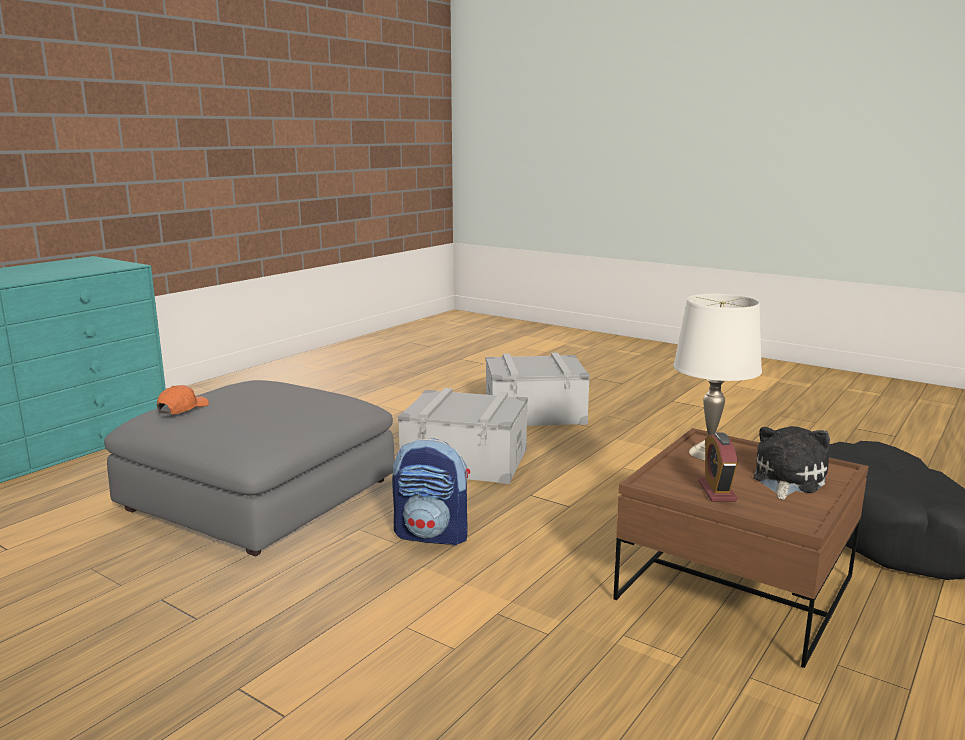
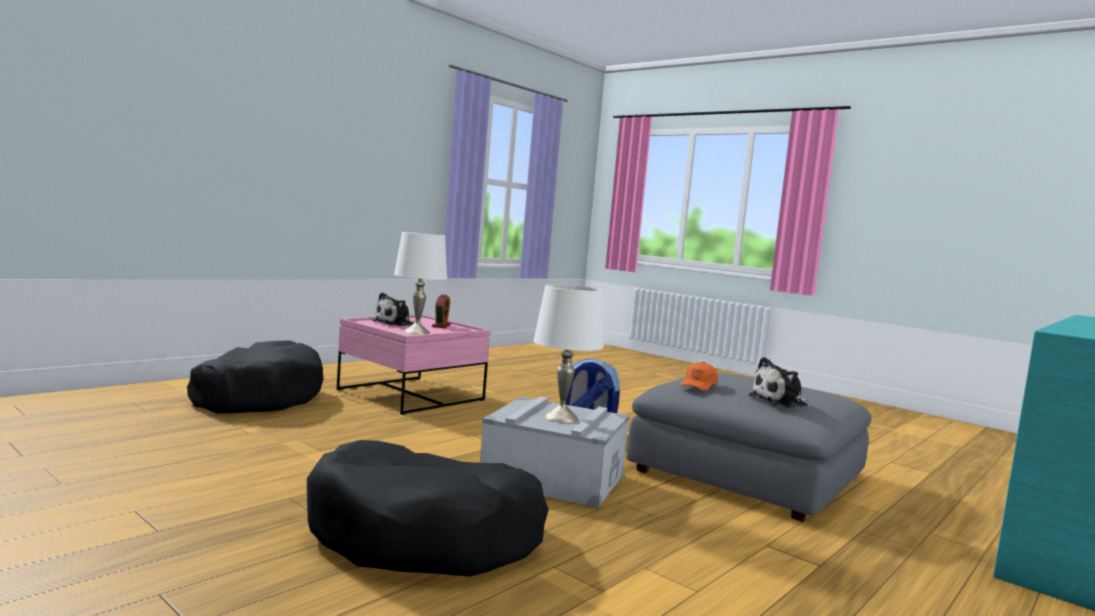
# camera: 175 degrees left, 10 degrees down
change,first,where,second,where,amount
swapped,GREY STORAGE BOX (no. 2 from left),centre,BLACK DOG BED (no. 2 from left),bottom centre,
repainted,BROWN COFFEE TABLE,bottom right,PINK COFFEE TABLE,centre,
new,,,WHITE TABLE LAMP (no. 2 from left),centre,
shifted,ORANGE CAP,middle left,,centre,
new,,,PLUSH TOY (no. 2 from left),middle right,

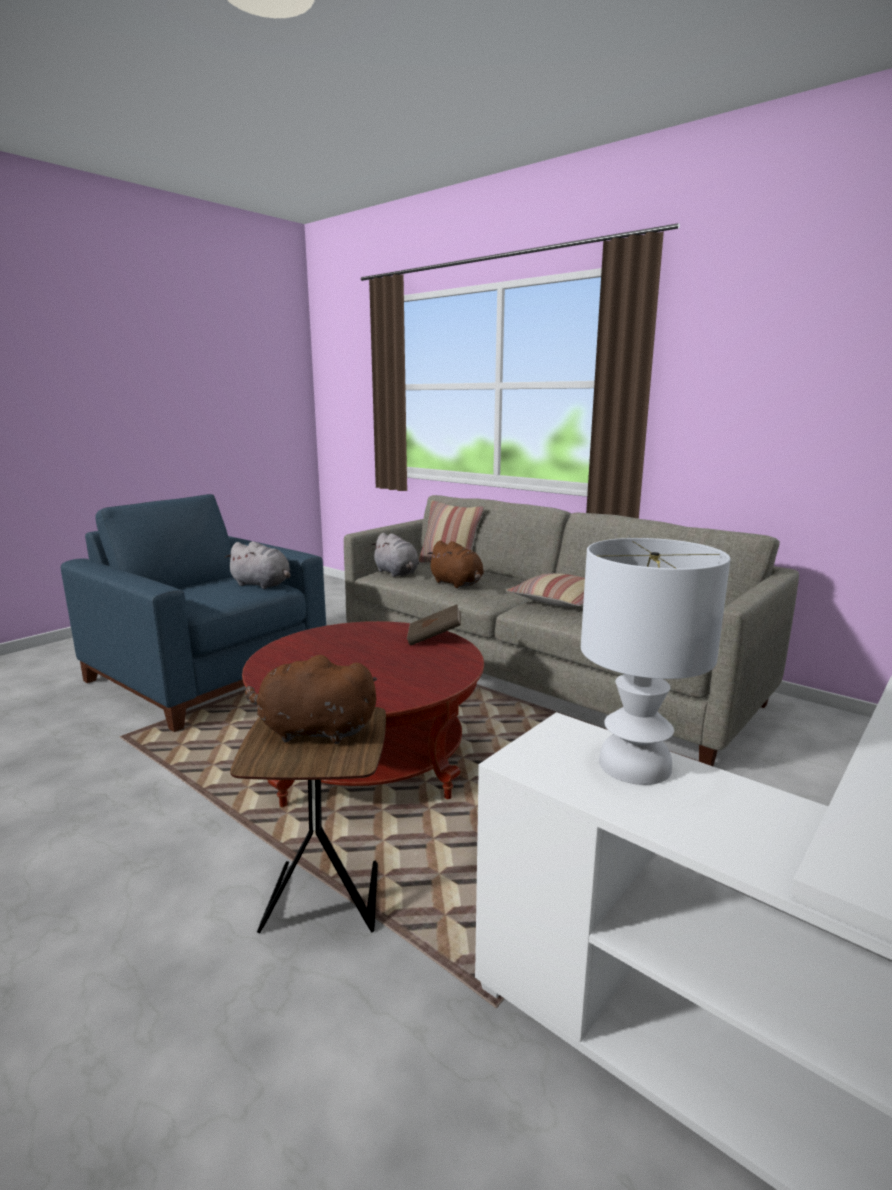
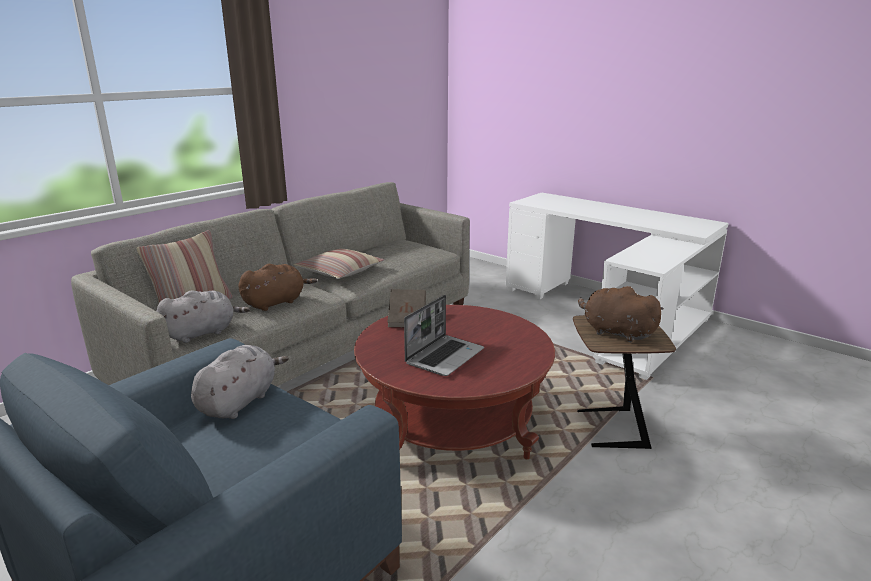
# camera: 90 degrees left, 5 degrees up
change,first,where,second,where,amount
new,,,LAPTOP,centre,
rotated,BROWN PLUSH TOY (no. 1 from left in the first image),centre,BROWN PLUSH TOY (no. 2 from left),middle right,120 degrees clockwise
gone,WHITE TABLE LAMP,middle right,,,

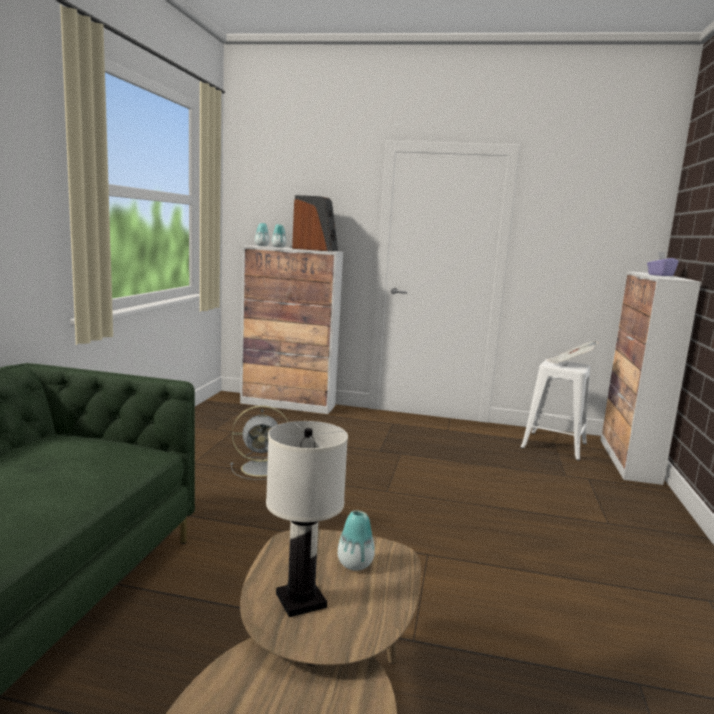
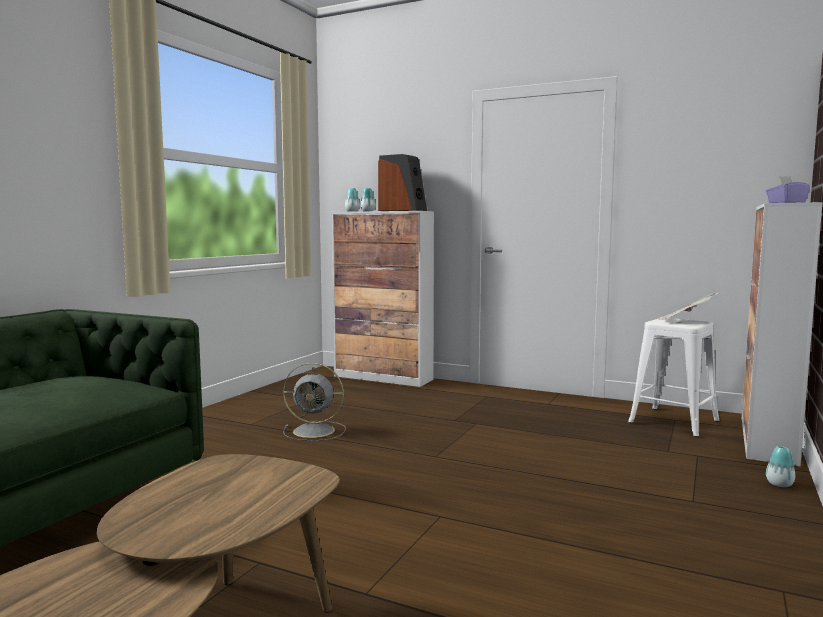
# camera: 15 degrees right, 5 degrees down
change,first,where,second,where,amount
shifted,VASE (no. 3 from left),bottom centre,,bottom right,
gone,WHITE TABLE LAMP,bottom centre,,,

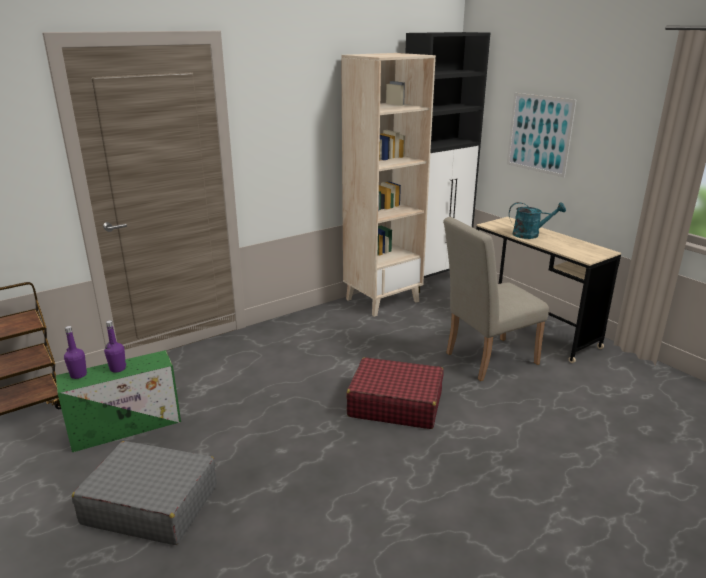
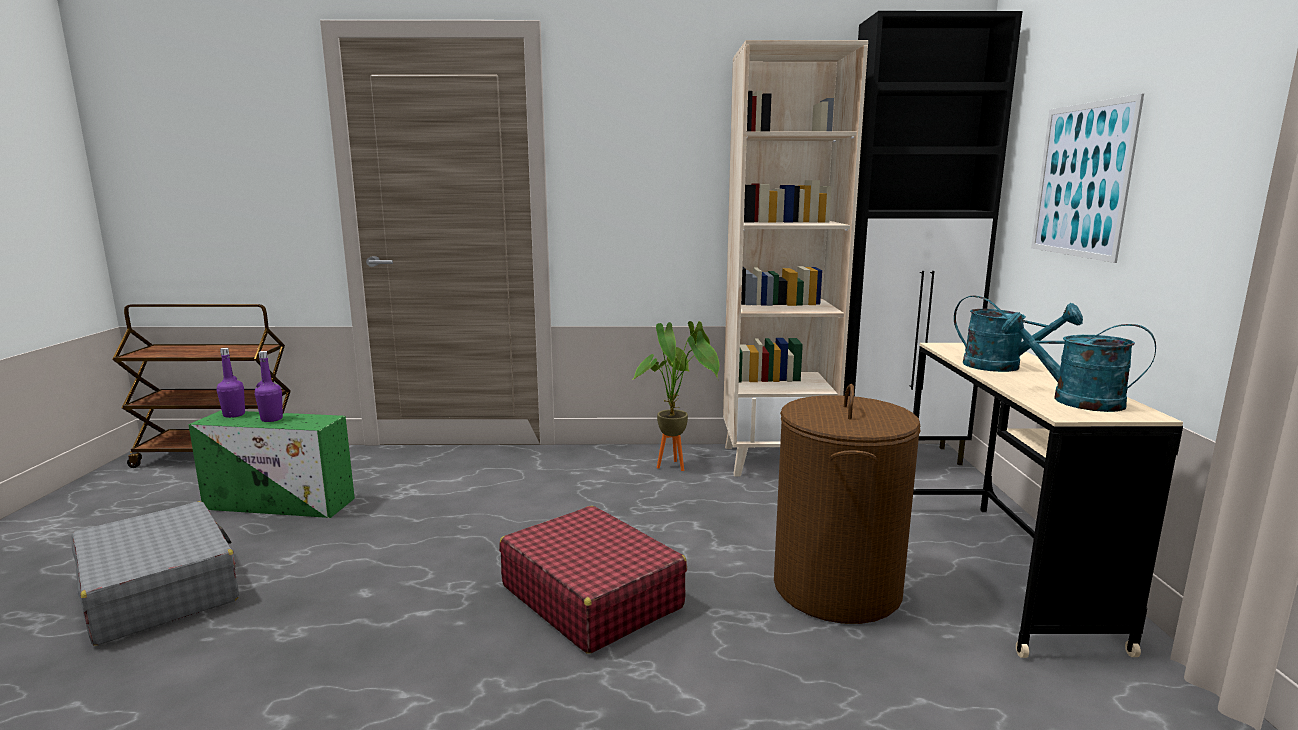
# camera: 35 degrees right, 10 degrees down
change,first,where,second,where,amount
new,,,POTTED PLANT,centre,
swapped,BEIGE CHAIR,middle right,BROWN LAUNDRY BASKET,bottom centre,
new,,,TURQUOISE WATERING CAN (no. 2 from left),middle right,

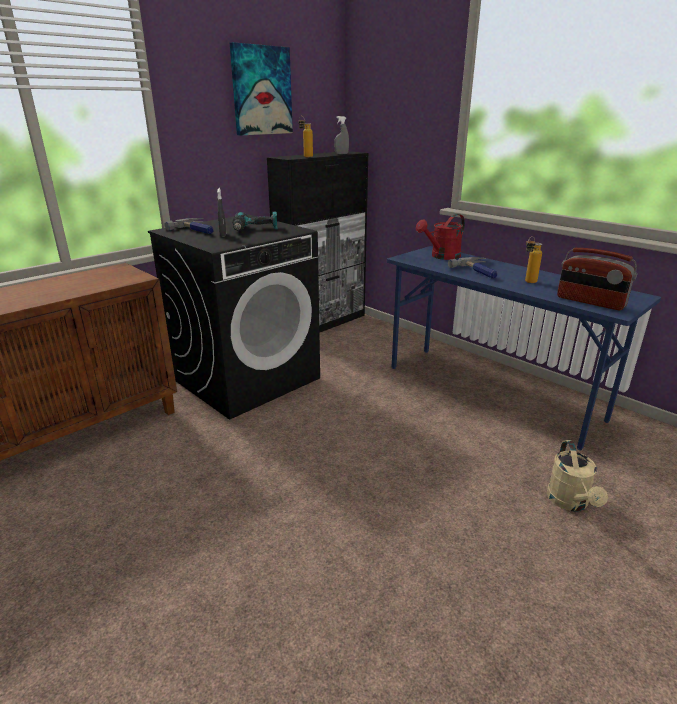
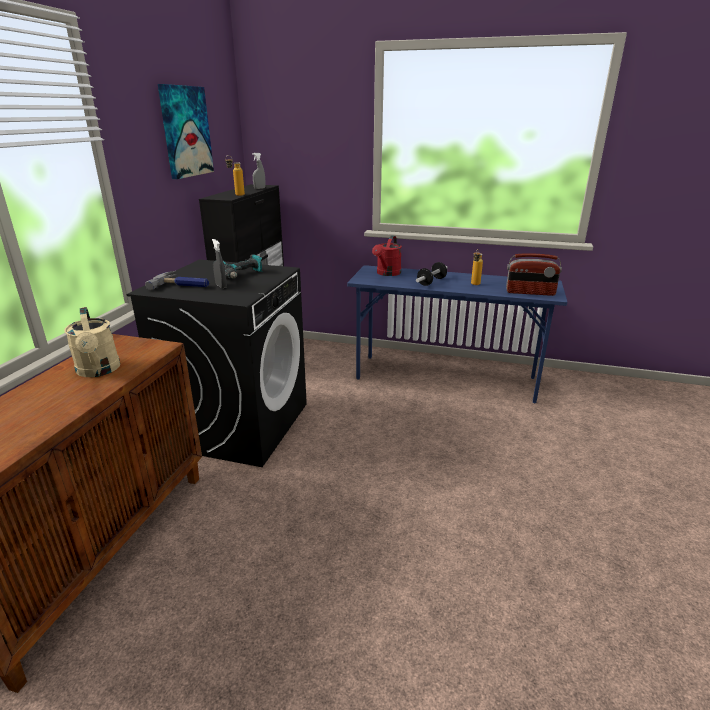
# camera: 30 degrees left, 0 degrees up
change,first,where,second,where,amount
shifted,BEIGE WATERING CAN,bottom right,,middle left,
swapped,HAMMER (no. 2 from left),middle right,DUMBBELL,centre,

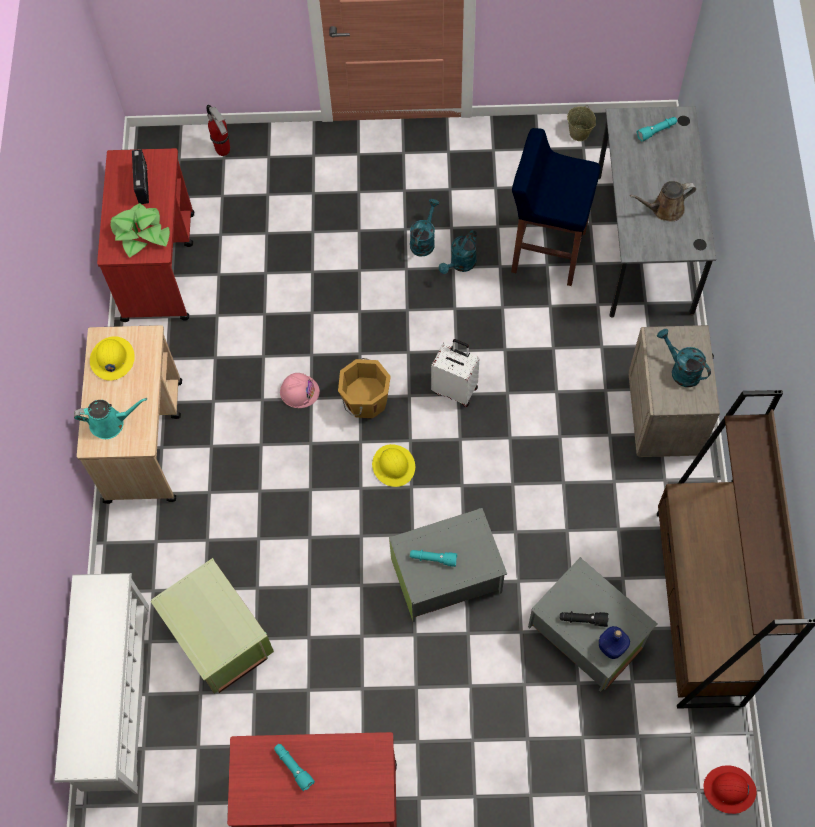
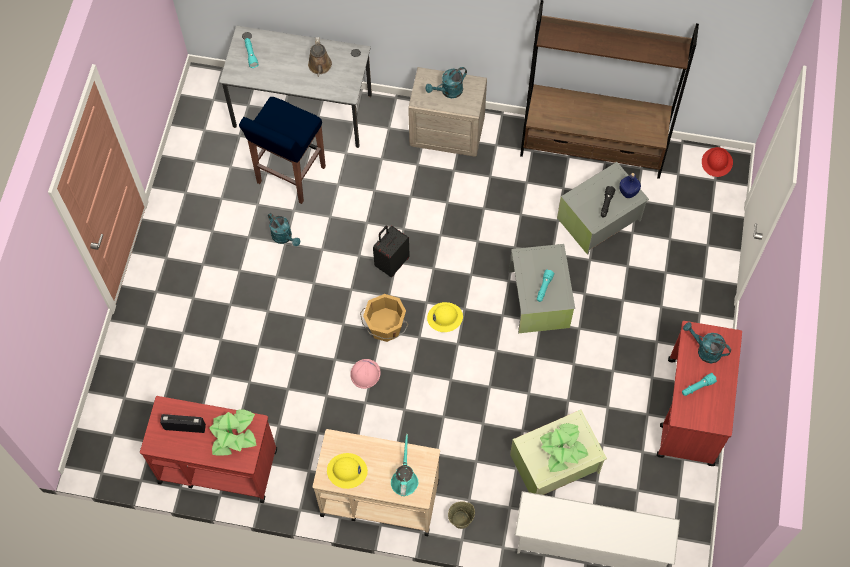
# camera: 80 degrees left, 0 degrees up
change,first,where,second,where,amount
repainted,WHITE SUITCASE,centre,BLACK SUITCASE,centre,
shifted,BEIGE BUCKET,top right,,bottom centre,
new,,,POTTED PLANT (no. 2 from left),bottom centre,
shifted,TURQUOISE WATERING CAN (no. 2 from left in the first image),top centre,TURQUOISE WATERING CAN (no. 4 from left),middle right,
gone,FIRE EXTINGUISHER,top left,,,

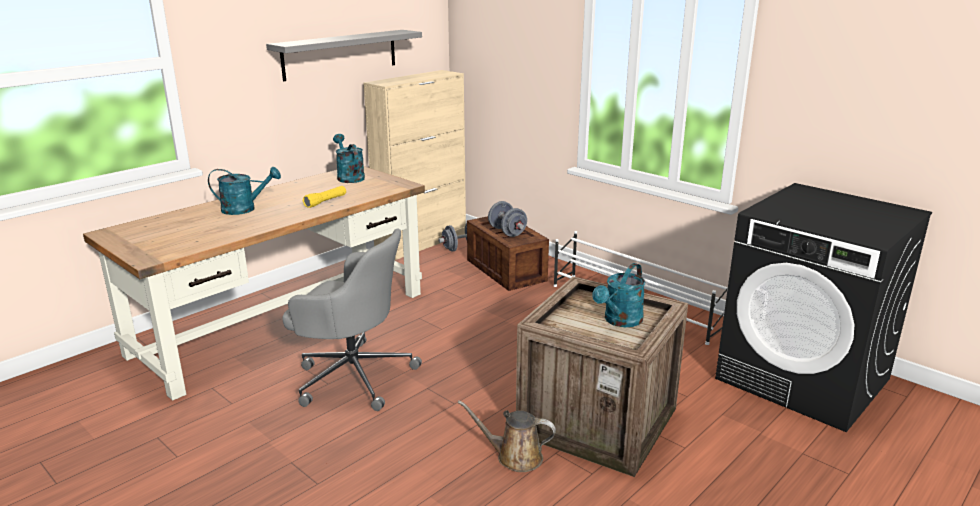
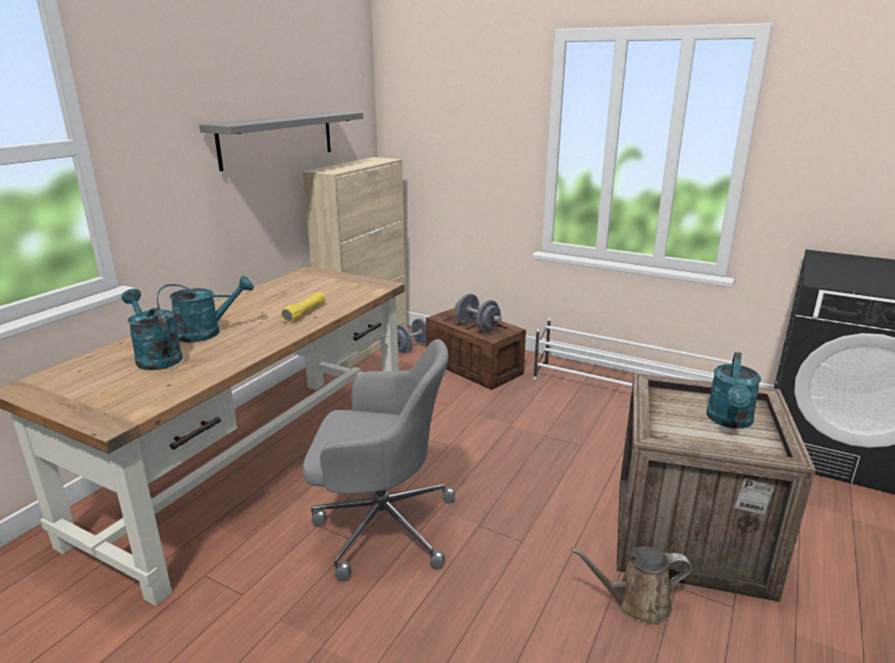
# camera: 15 degrees left, 0 degrees up
change,first,where,second,where,amount
shifted,TURQUOISE WATERING CAN (no. 2 from left in the first image),top centre,TURQUOISE WATERING CAN (no. 1 from left),middle left,

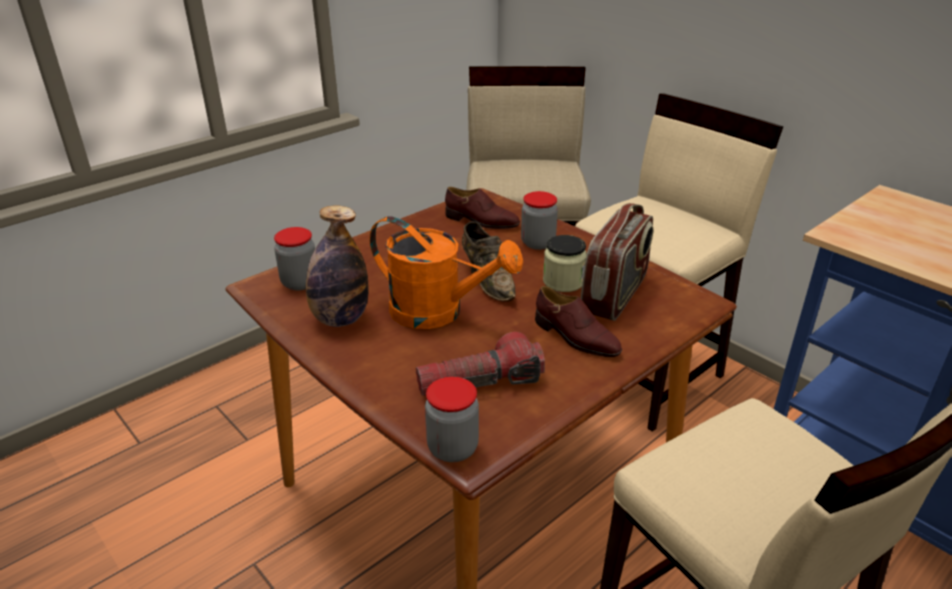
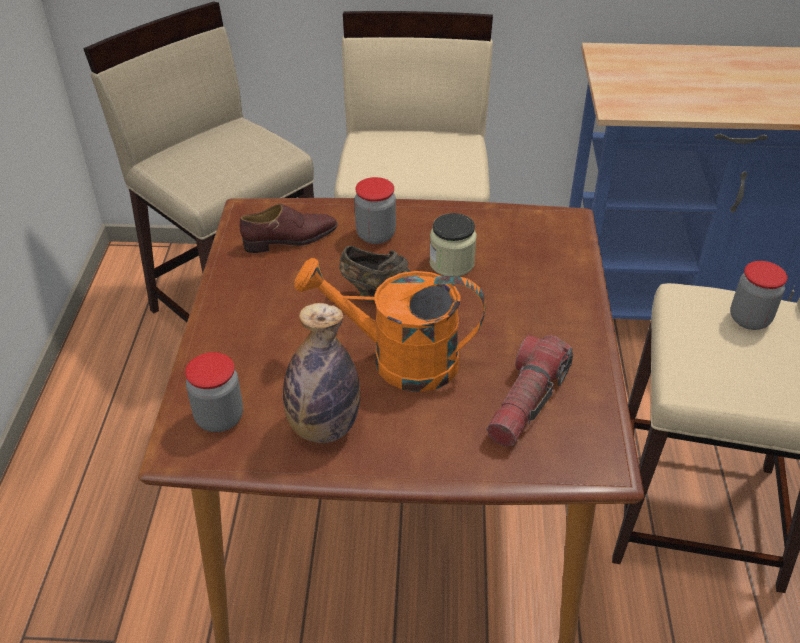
# camera: 45 degrees left, 10 degrees up
change,first,where,second,where,amount
rotated,ORANGE WATERING CAN,centre,,centre,150 degrees counterclockwise
shifted,JAR (no. 2 from left in the first image),bottom centre,JAR (no. 4 from left),middle right,
gone,BROWN SHOE (no. 3 from left),centre,,,
gone,RADIO,centre,,,

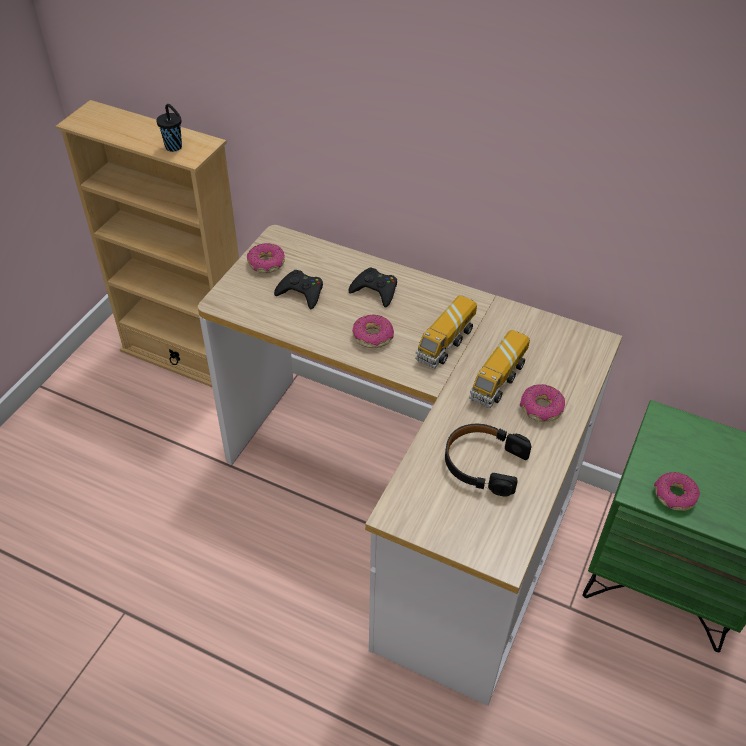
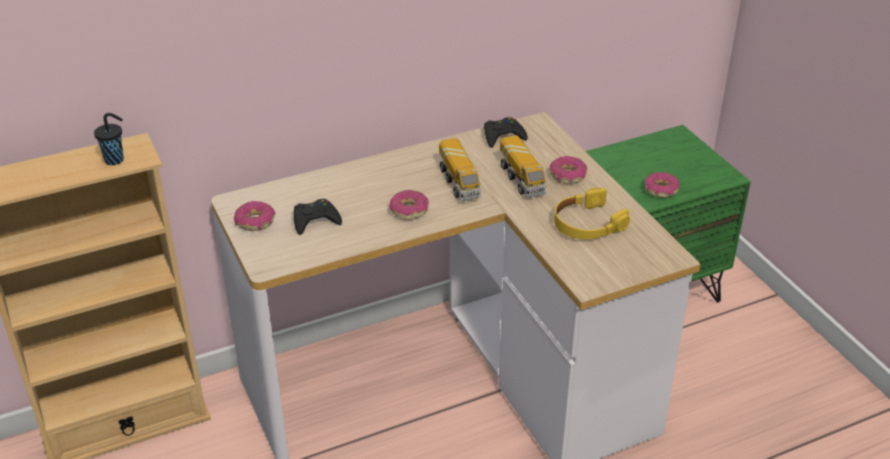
# camera: 50 degrees left, 10 degrees down
change,first,where,second,where,amount
shifted,BLACK GAME CONTROLLER (no. 2 from left),centre,,top centre,
repainted,BLACK HEADPHONES,centre,YELLOW HEADPHONES,centre,

